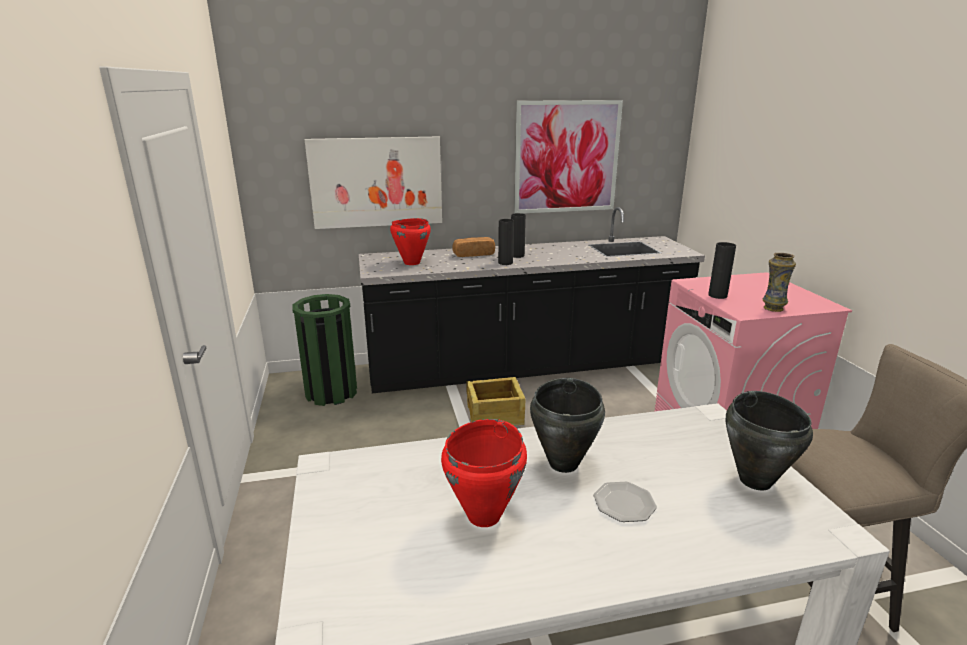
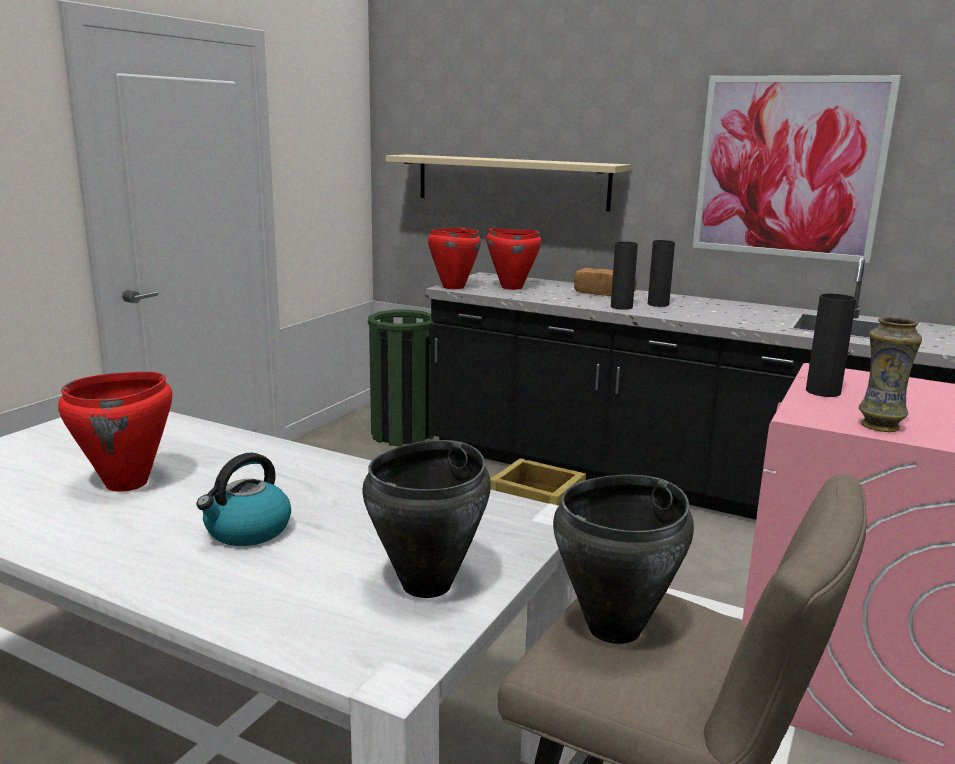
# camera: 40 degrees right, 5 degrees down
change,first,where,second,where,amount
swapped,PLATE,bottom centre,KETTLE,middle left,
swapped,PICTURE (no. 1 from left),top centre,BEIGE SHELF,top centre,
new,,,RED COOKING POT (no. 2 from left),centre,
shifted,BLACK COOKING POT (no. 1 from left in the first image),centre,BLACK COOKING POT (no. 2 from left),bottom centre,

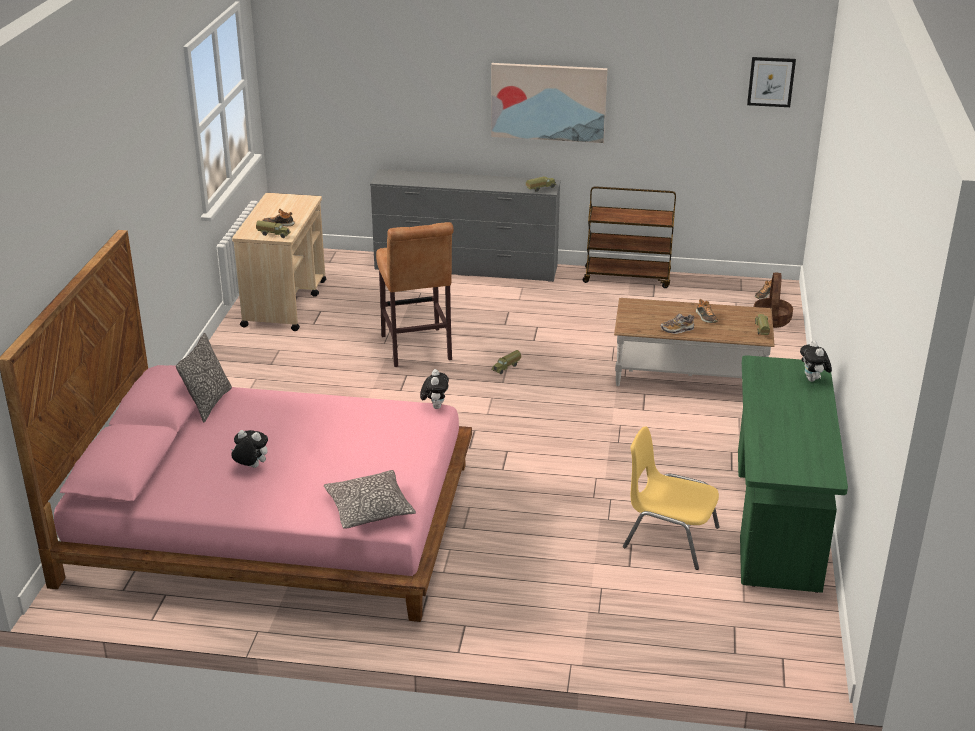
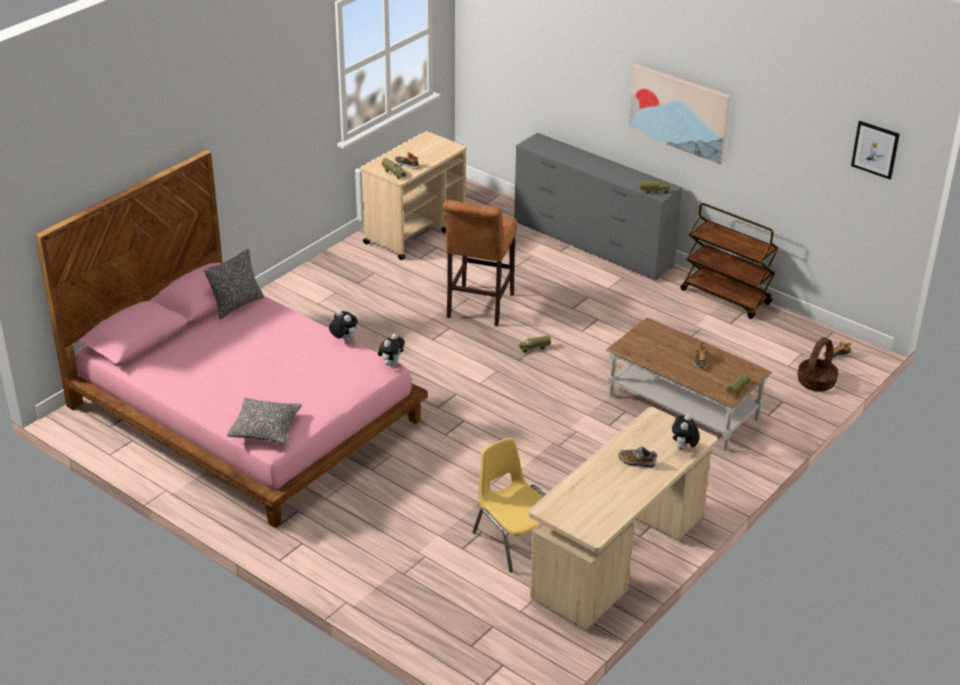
# camera: 30 degrees right, 5 degrees up
change,first,where,second,where,amount
shifted,PLUSH TOY (no. 1 from left),middle left,,centre,
repainted,GREEN DESK,middle right,BEIGE DESK,bottom centre,
shifted,SHOE (no. 2 from left),middle right,,bottom centre,

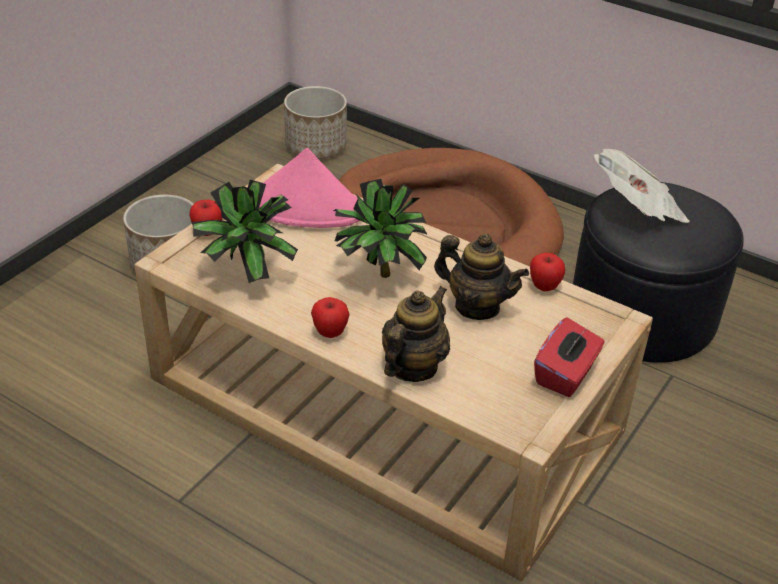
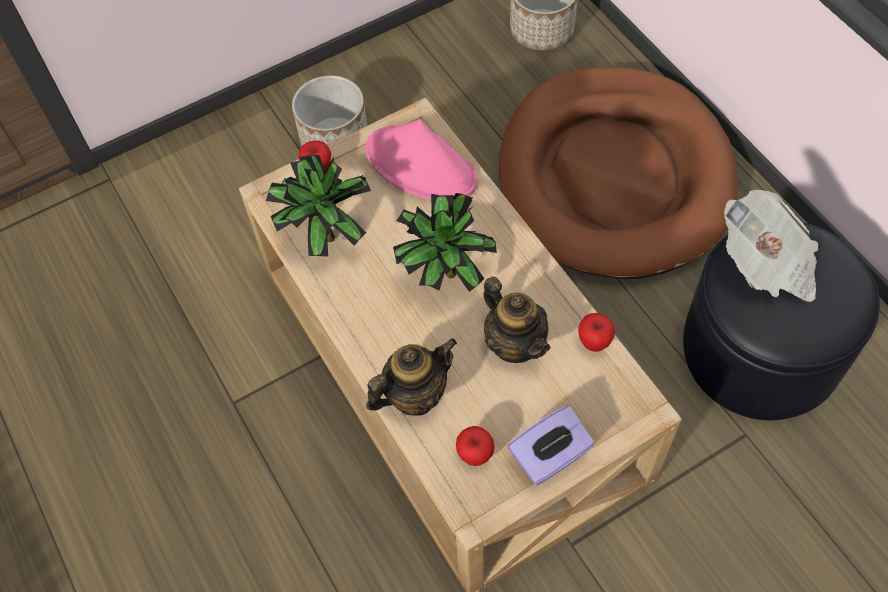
# camera: 30 degrees right, 20 degrees up
change,first,where,second,where,amount
shifted,APPLE (no. 2 from left),centre,,bottom centre,
repainted,RED TISSUE BOX,middle right,PURPLE TISSUE BOX,bottom centre,

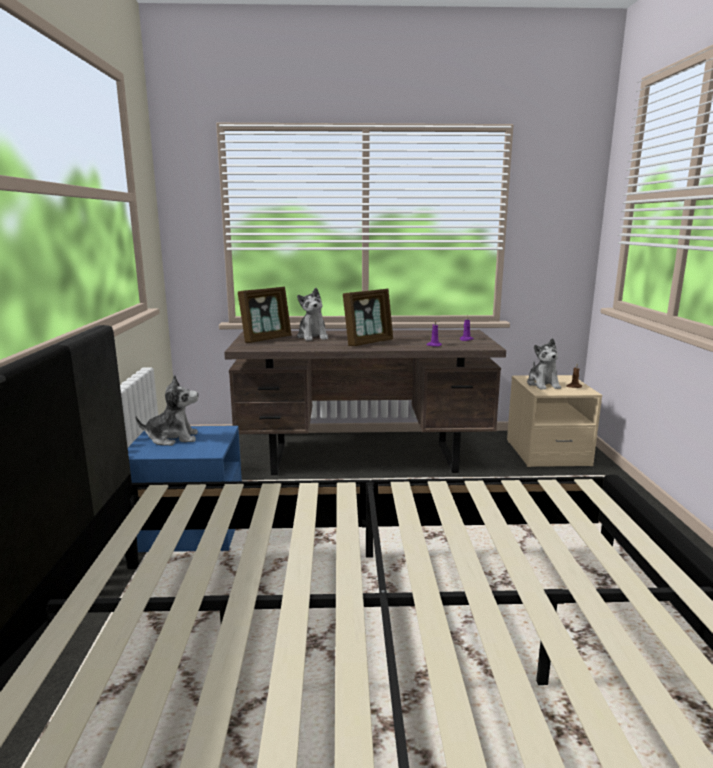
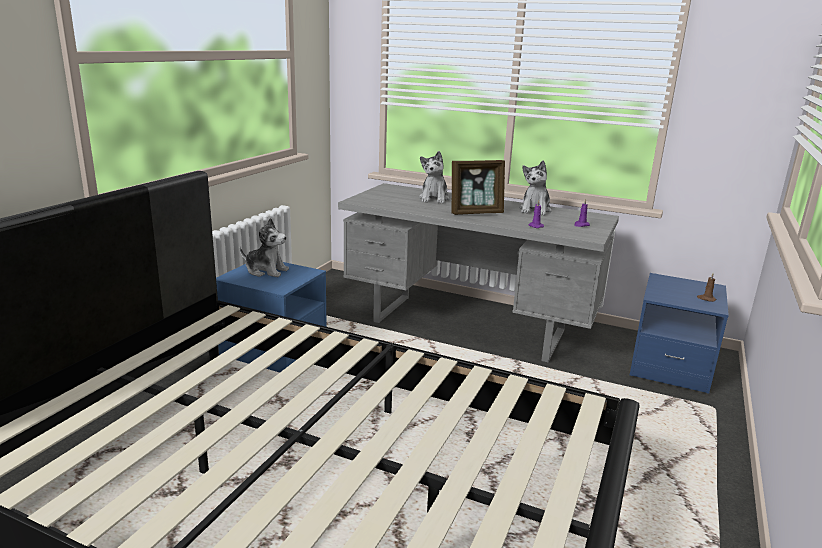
# camera: 25 degrees right, 5 degrees up
change,first,where,second,where,amount
repainted,BROWN DESK,centre,GREY DESK,centre,
shifted,PLUSH TOY (no. 3 from left),middle right,,centre,
repainted,BEIGE NIGHTSTAND,middle right,BLUE NIGHTSTAND (no. 2 from left),middle right,
gone,PICTURE FRAME (no. 1 from left),centre,,,

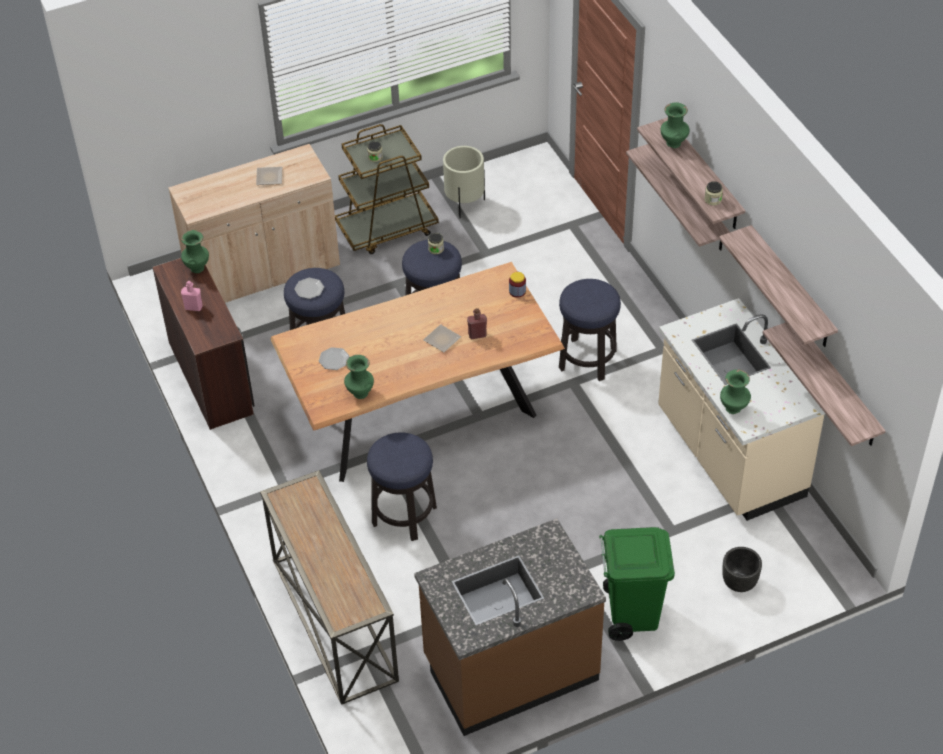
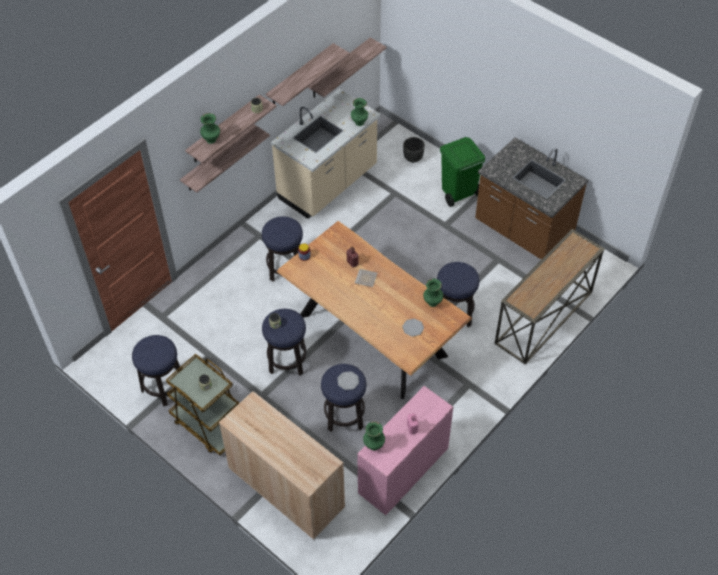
# camera: 115 degrees left, 5 degrees up
change,first,where,second,where,amount
swapped,BEIGE PLANTER,top centre,STOOL (no. 1 from left),middle left,
repainted,BROWN DESK,middle left,PINK DESK,bottom centre,
gone,PLATE (no. 1 from left),top left,,,

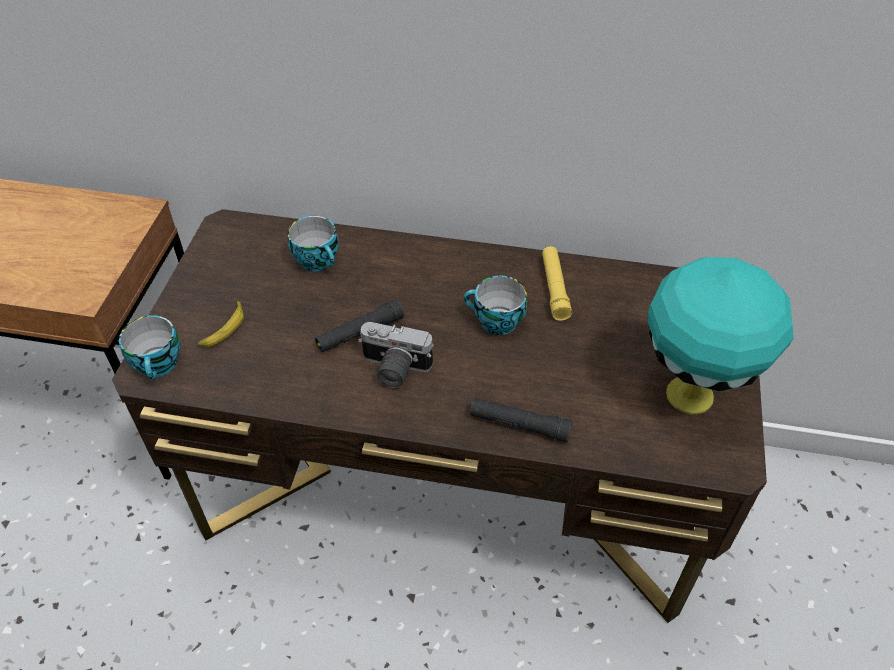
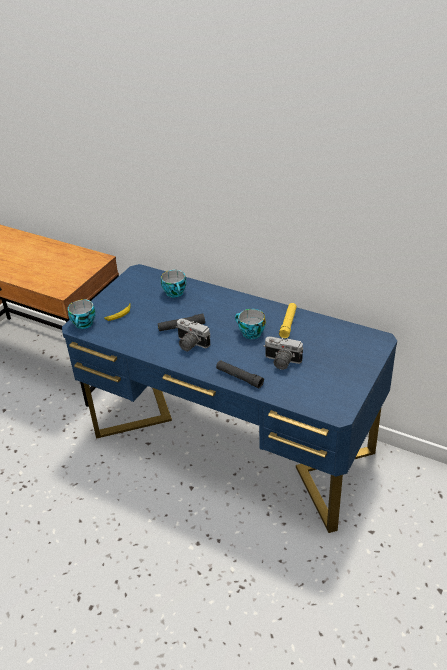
# camera: 20 degrees right, 10 degrees down
change,first,where,second,where,amount
repainted,BROWN DESK (no. 2 from left),centre,BLUE DESK,centre,
new,,,PHOTO CAMERA (no. 2 from left),centre,
gone,TURQUOISE TABLE LAMP,middle right,,,

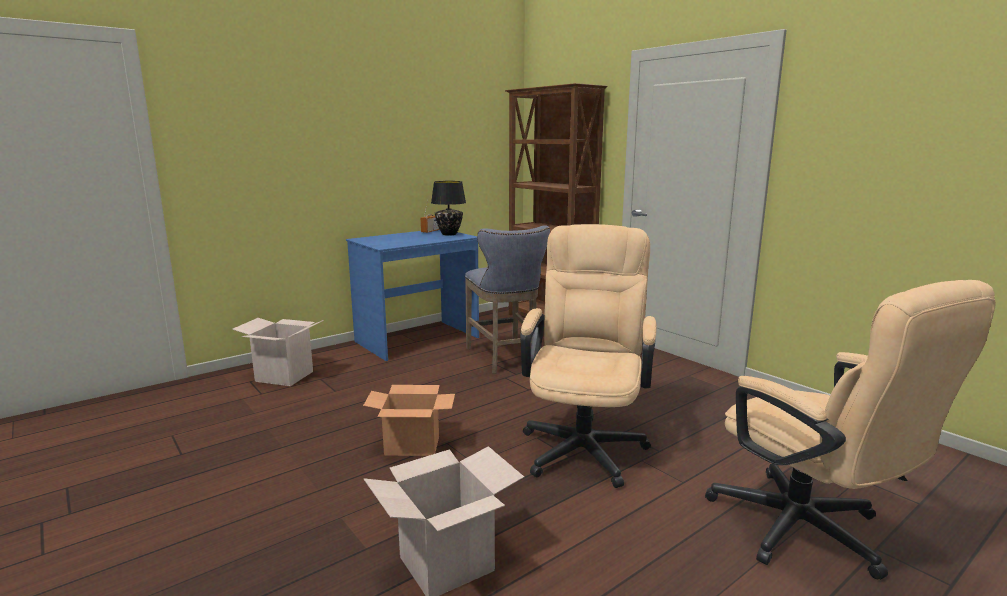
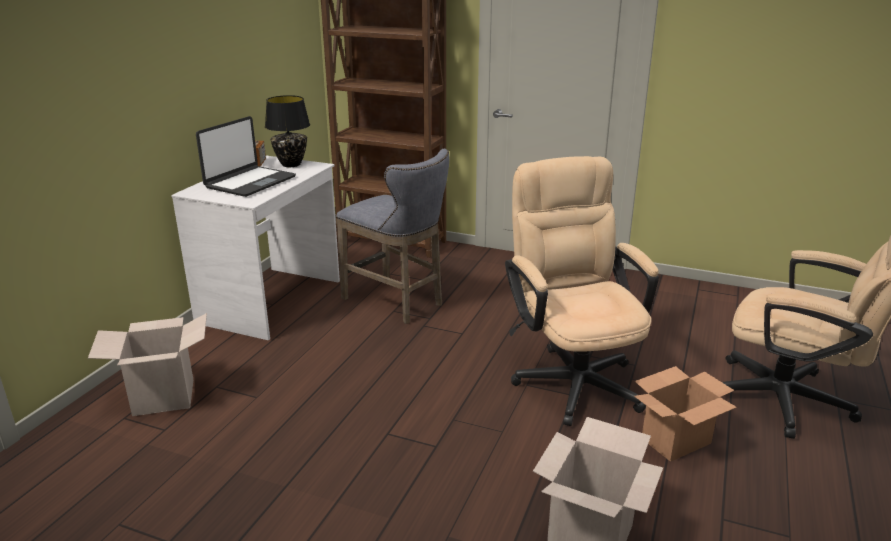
# camera: 30 degrees left, 10 degrees up
change,first,where,second,where,amount
repainted,BLUE DESK,centre,WHITE DESK,middle left,
new,,,LAPTOP,top left,
shifted,CARDBOARD BOX (no. 2 from left in the first image),bottom centre,CARDBOARD BOX (no. 3 from left),bottom right,

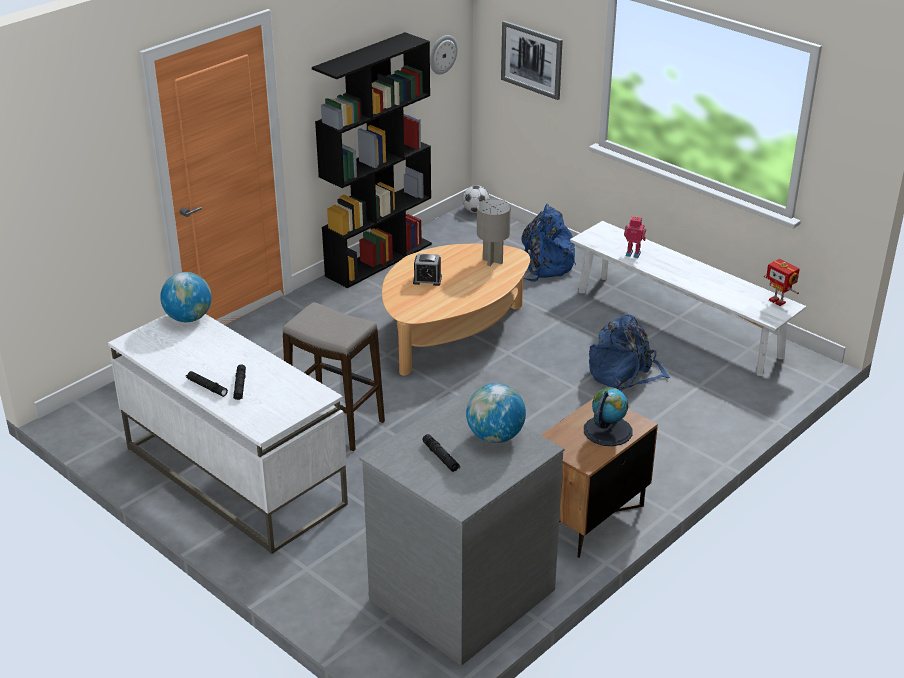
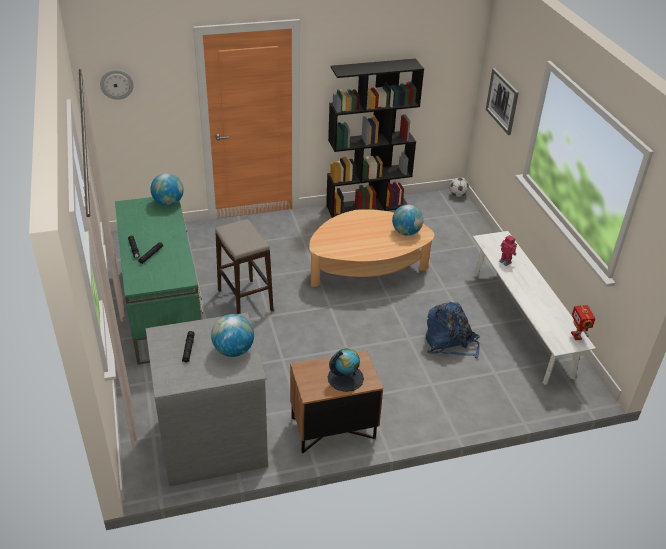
# camera: 30 degrees right, 5 degrees up
change,first,where,second,where,amount
shifted,WALL CLOCK,top centre,,top left,
repainted,WHITE DESK,middle left,GREEN DESK,middle left,
swapped,GREY TABLE LAMP,centre,GLOBE (no. 4 from left),centre,
gone,ALARM CLOCK,centre,,,
gone,BLUE BACKPACK (no. 1 from left),centre,,,

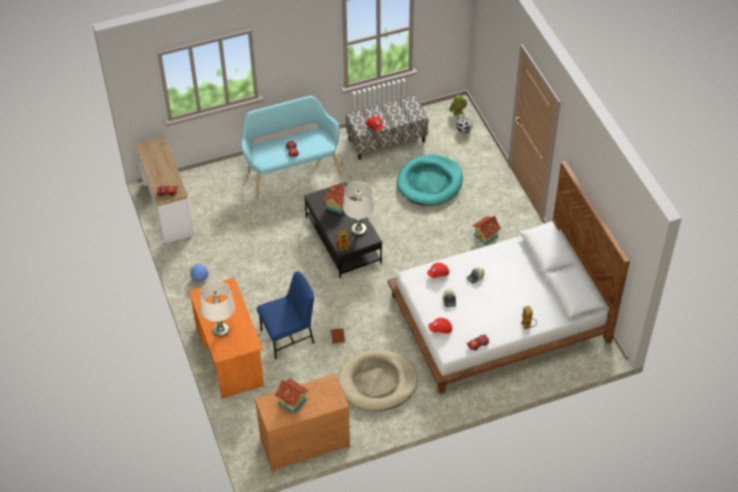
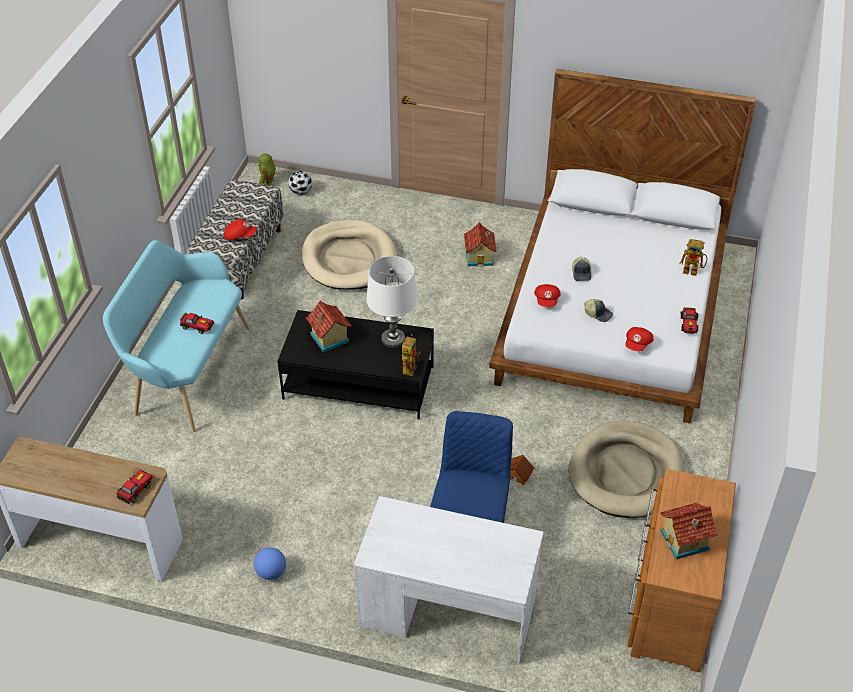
# camera: 55 degrees left, 5 degrees down
change,first,where,second,where,amount
repainted,TURQUOISE DOG BED,centre,BEIGE DOG BED (no. 1 from left),centre,
repainted,ORANGE DESK,bottom left,WHITE DESK,bottom centre,
gone,WHITE TABLE LAMP (no. 1 from left),middle left,,,

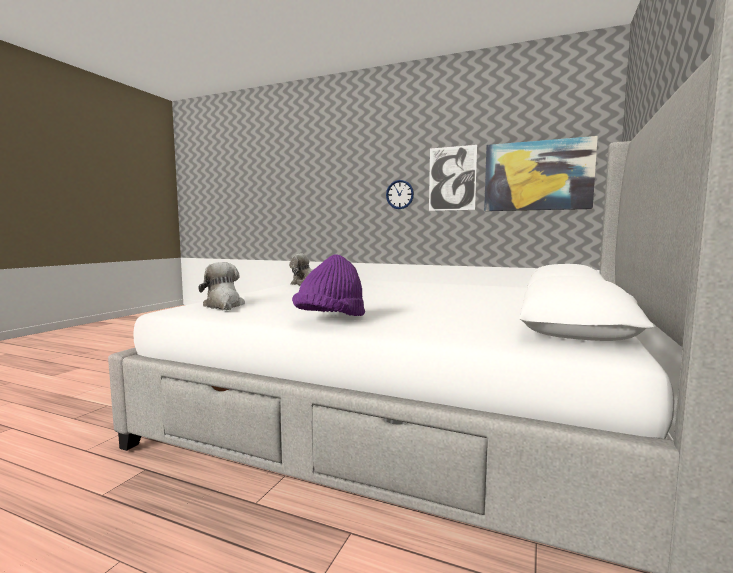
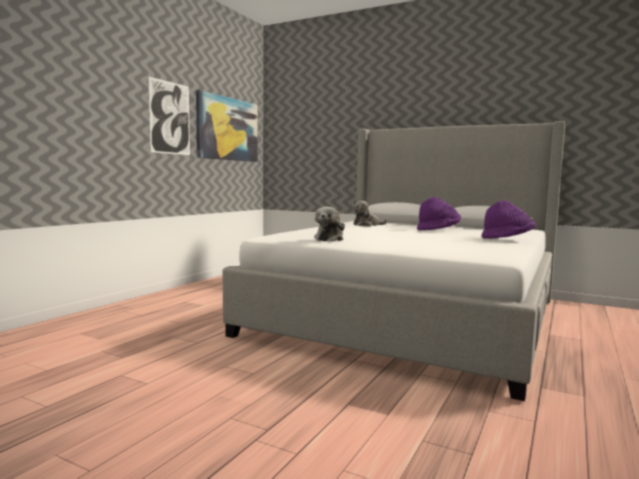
# camera: 85 degrees left, 0 degrees up
change,first,where,second,where,amount
shifted,PLUSH TOY (no. 1 from left in the first image),middle left,PLUSH TOY (no. 2 from left),centre,
new,,,PURPLE HAT (no. 1 from left),middle right,
gone,WALL CLOCK,centre,,,

